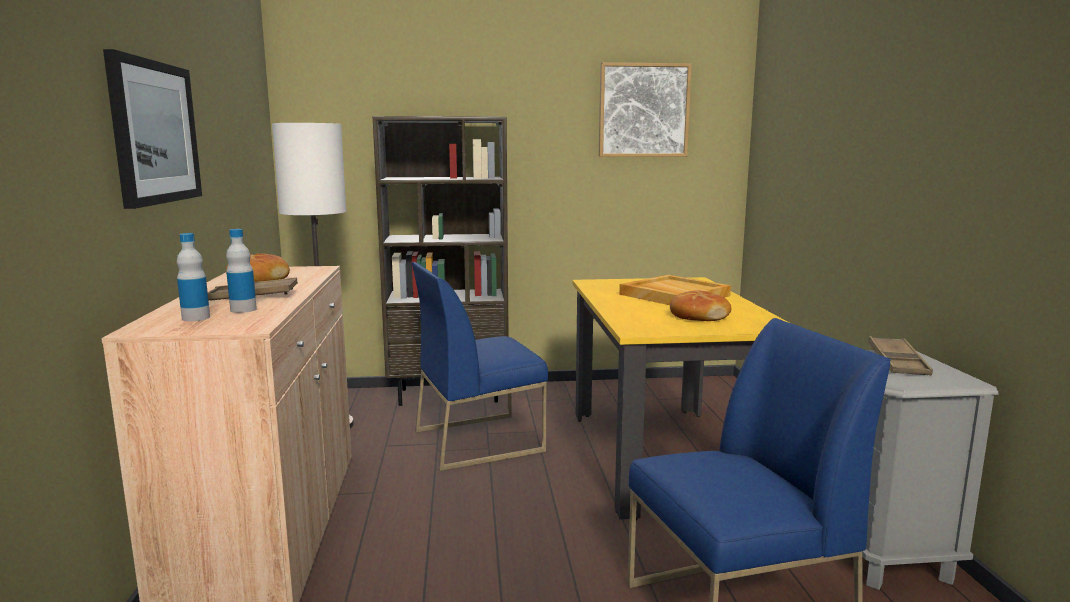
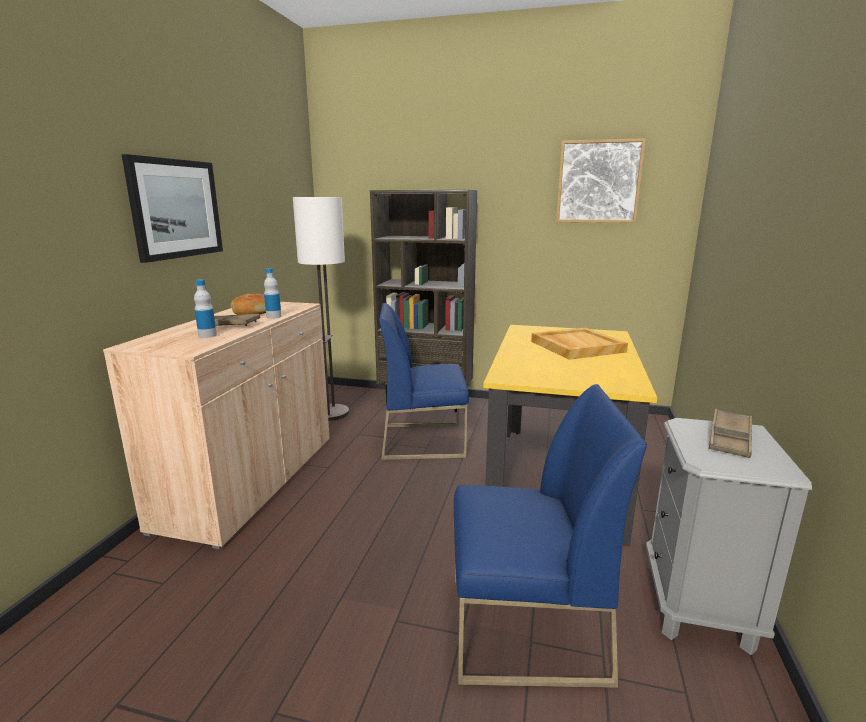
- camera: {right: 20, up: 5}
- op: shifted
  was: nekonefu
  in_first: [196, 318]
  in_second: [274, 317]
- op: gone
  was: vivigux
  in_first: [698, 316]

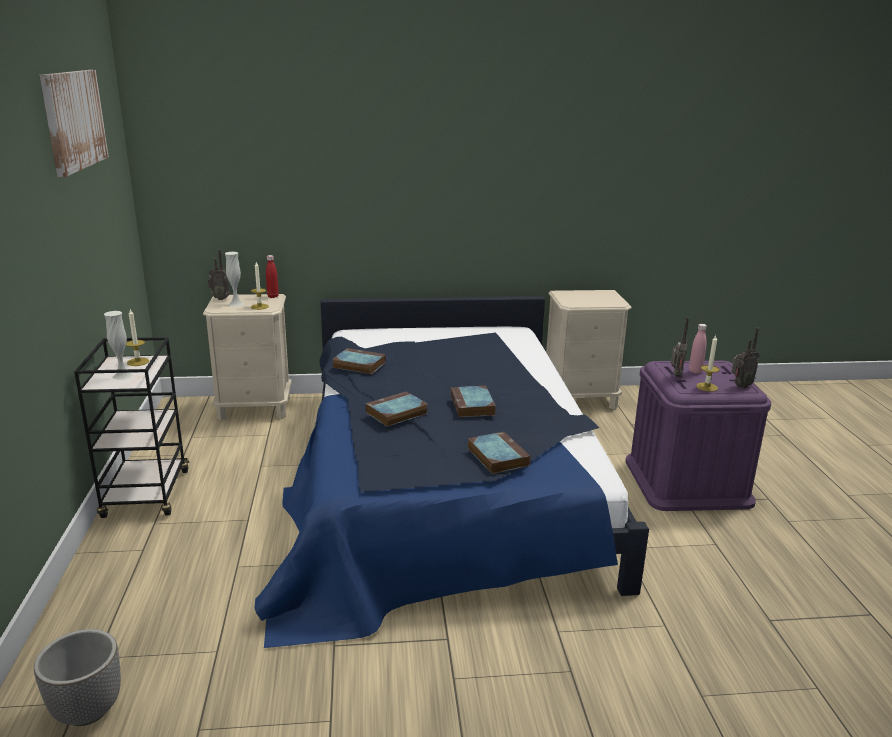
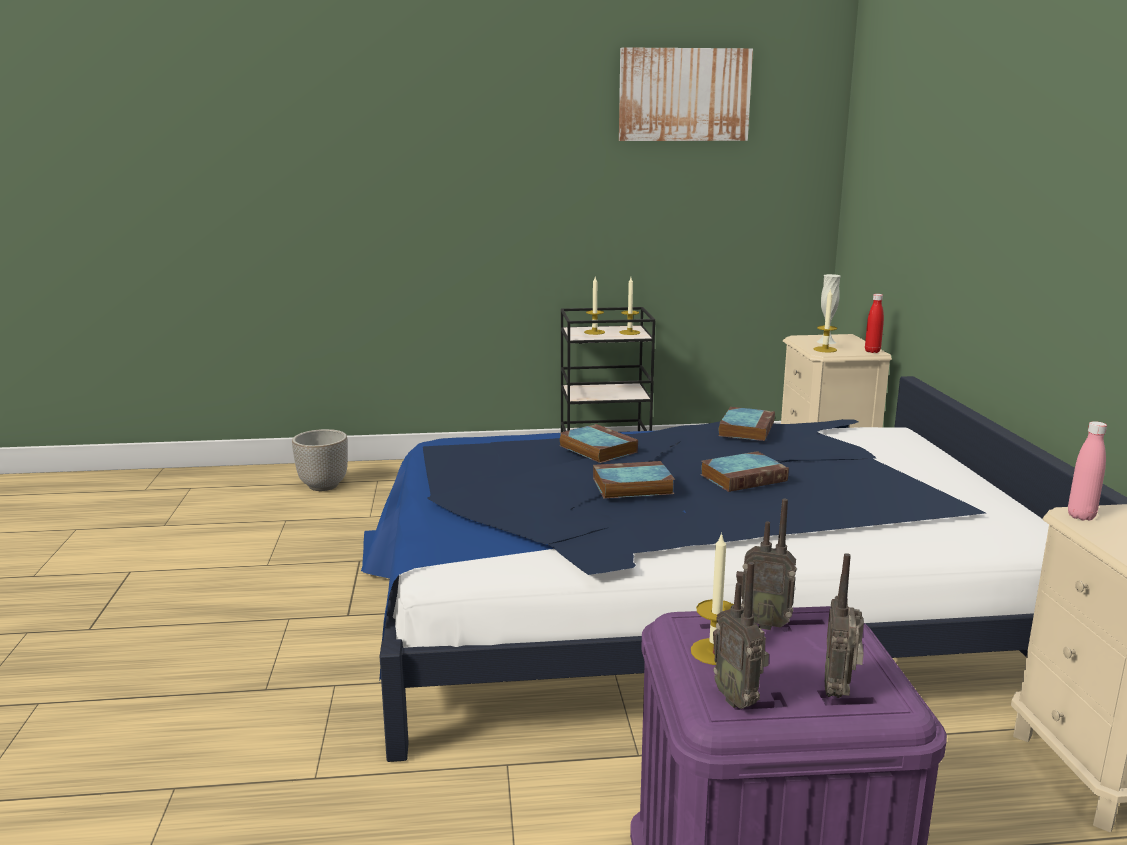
- camera: {right: 90, up: -5}
- op: swapped
  was: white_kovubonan
  now: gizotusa
  in_first: [122, 376]
  in_second: [594, 332]
- op: shifted
  was: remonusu
  in_first: [221, 298]
  in_second: [839, 691]
- op: shifted
  was: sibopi
  in_first: [496, 456]
  in_second: [744, 477]
- op: shifted
  was: pink_nekonefu
  in_first: [695, 371]
  in_second: [1081, 516]

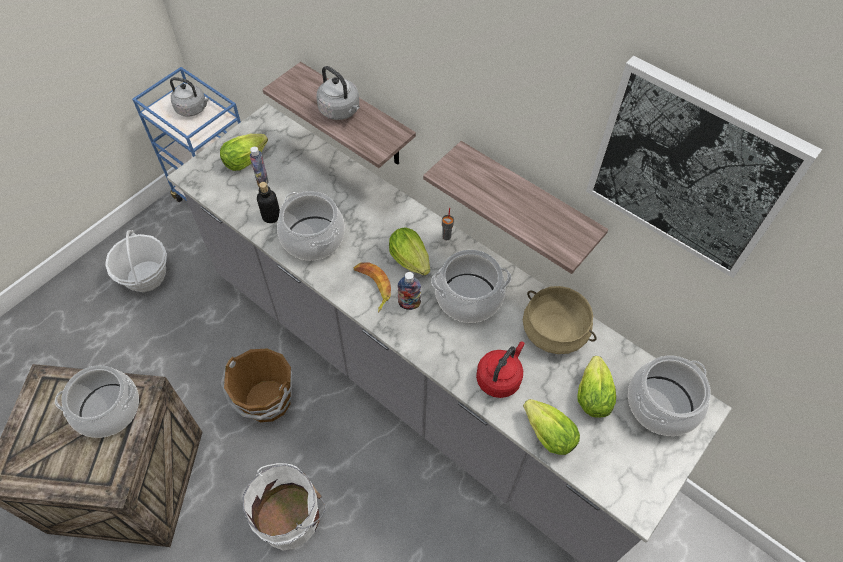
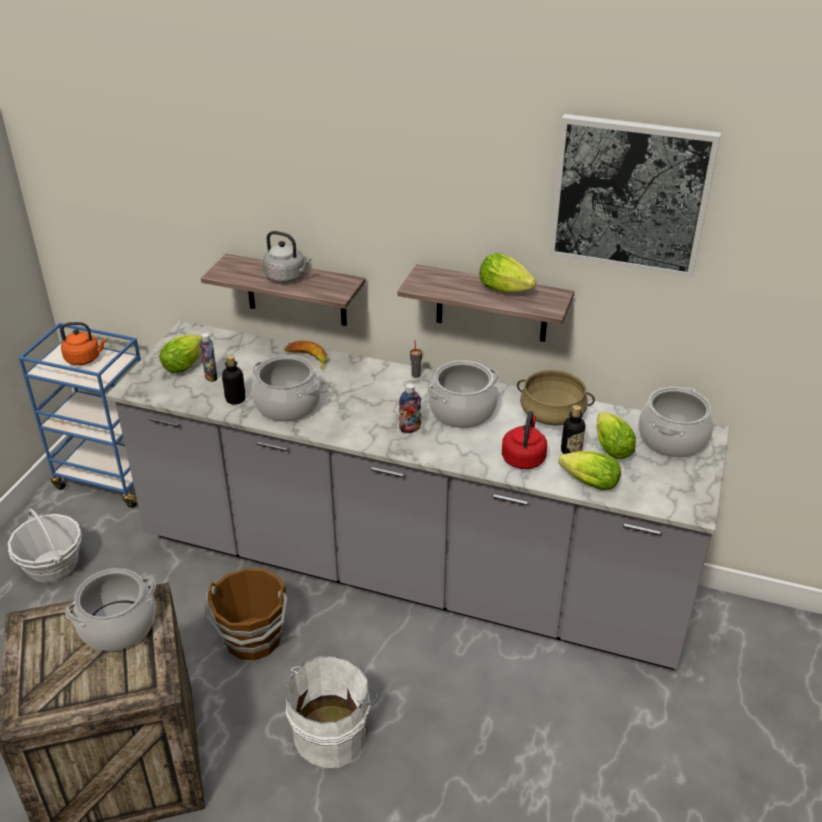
- camera: {right: -20, up: -20}
- op: repainted
  was: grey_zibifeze
  now: orange_zibifeze
  in_first: [193, 109]
  in_second: [85, 359]
- op: shifted
  was: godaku
  in_first: [372, 287]
  in_second: [307, 359]
- op: shifted
  was: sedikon
  in_first: [412, 262]
  in_second: [507, 291]
- op: new
  now: nekonefu
  in_second: [571, 451]

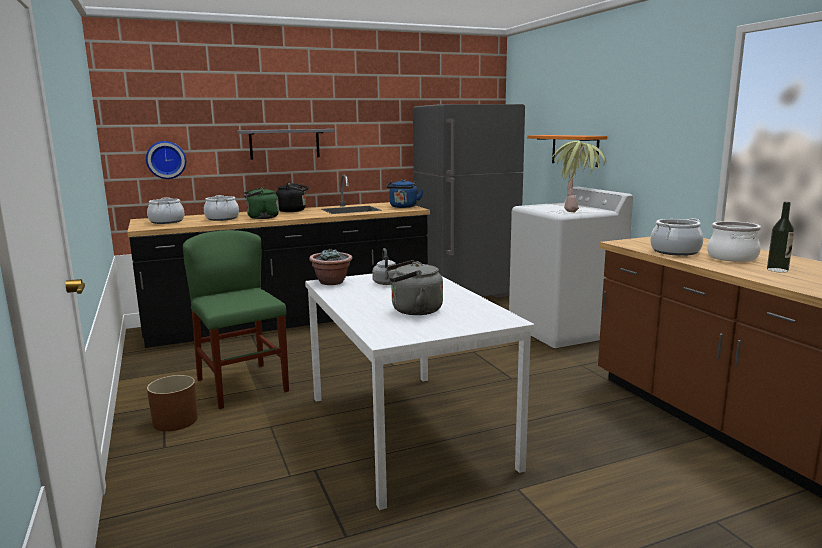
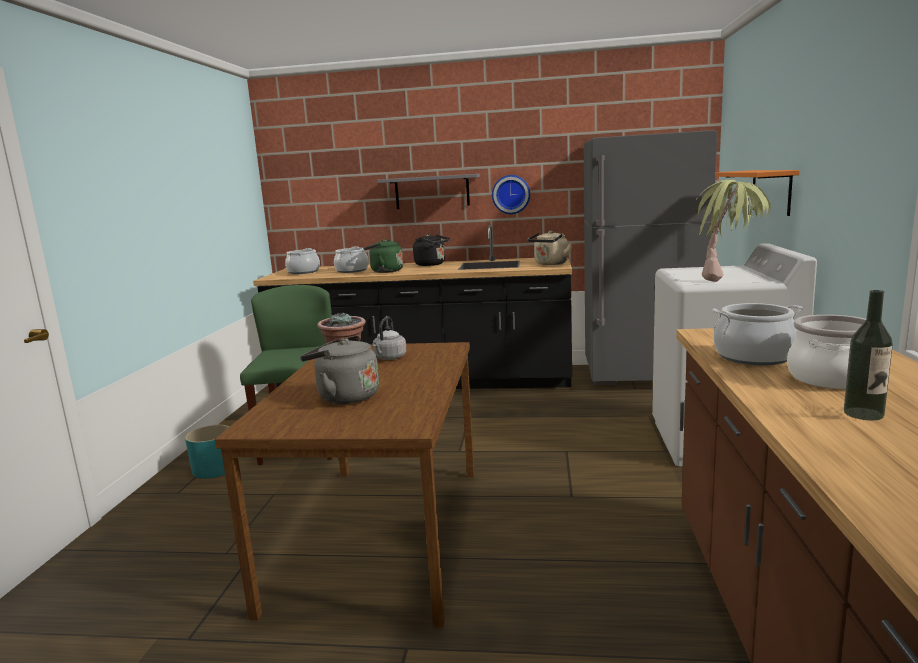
- camera: {right: 30, up: 0}
- op: shifted
  was: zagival
  in_first: [166, 160]
  in_second: [511, 194]
- op: repainted
  was: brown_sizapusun
  now: turquoise_sizapusun
  in_first: [175, 421]
  in_second: [214, 469]
- op: repainted
  was: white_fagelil
  now: brown_fagelil
  in_first: [409, 431]
  in_second: [383, 534]
- op: repainted
  was: blue_zibifeze
  now: beige_zibifeze
  in_first: [403, 207]
  in_second: [550, 264]

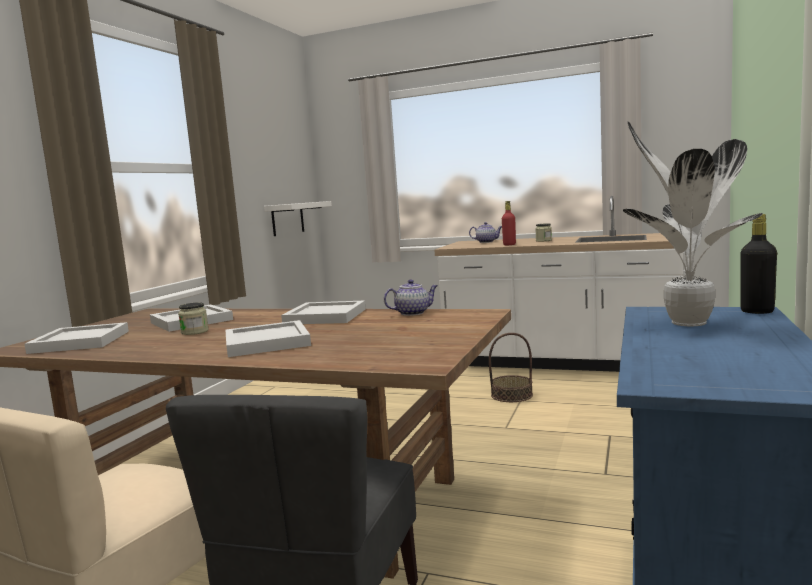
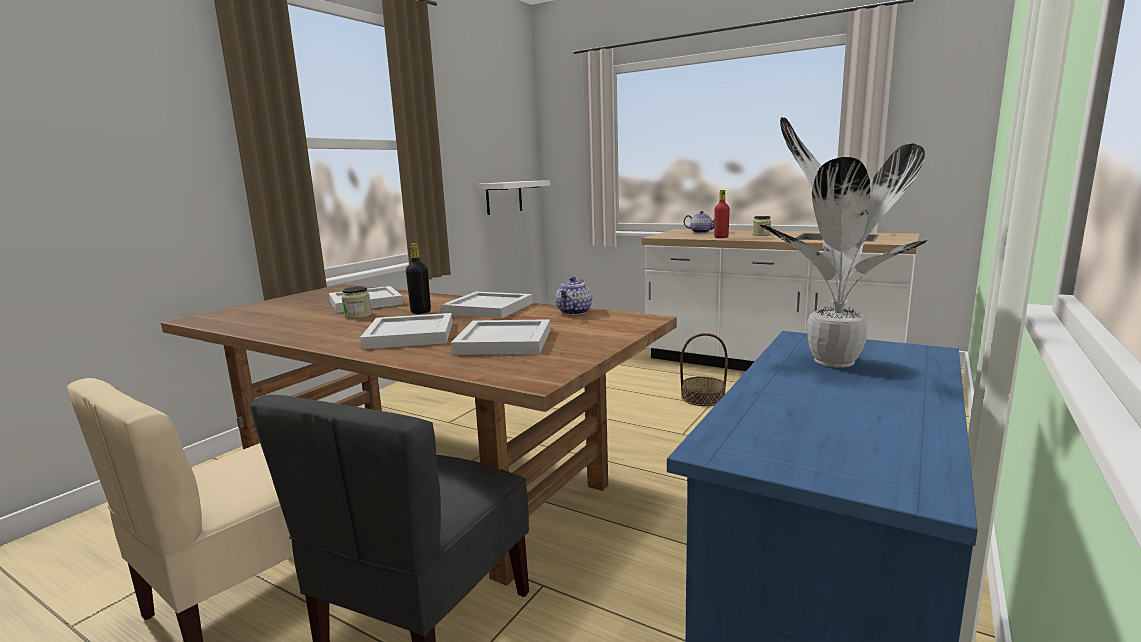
- camera: {right: 10, up: 5}
- op: shifted
  was: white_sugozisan
  in_first: [82, 341]
  in_second: [505, 341]
- op: rotated
  was: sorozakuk
  in_first: [413, 313]
  in_second: [574, 312]
  clockwise: 120
- op: shifted
  was: black_nekonefu
  in_first: [757, 311]
  in_second: [420, 312]

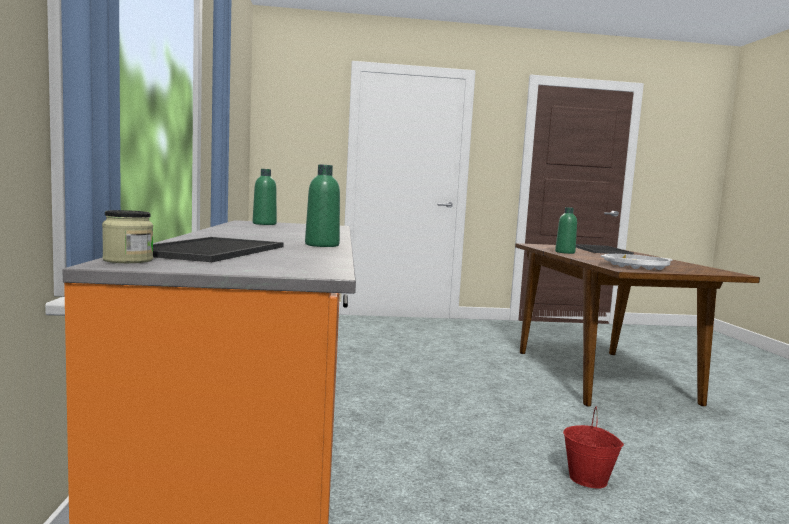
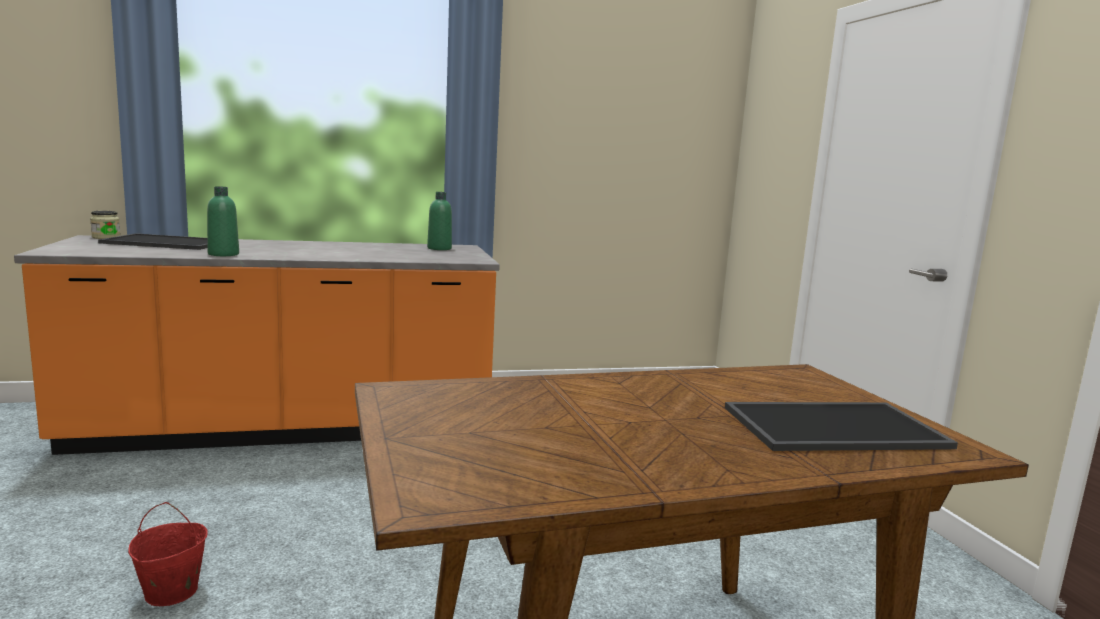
- camera: {right: 80, up: 5}
- op: gone
  was: green_nekonefu
  in_first: [565, 252]
- op: gone
  was: white_sugozisan
  in_first: [635, 266]

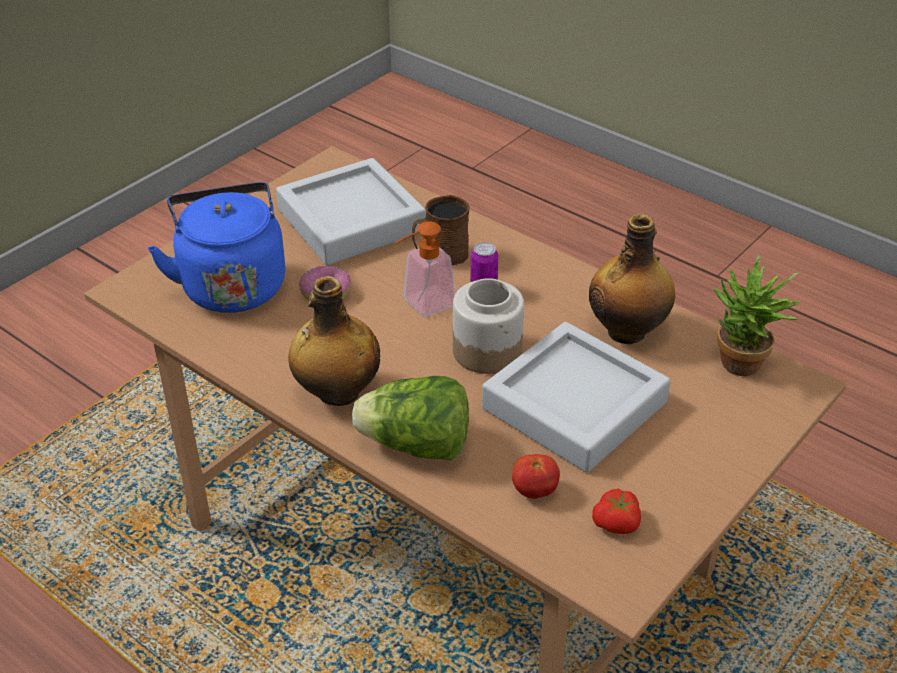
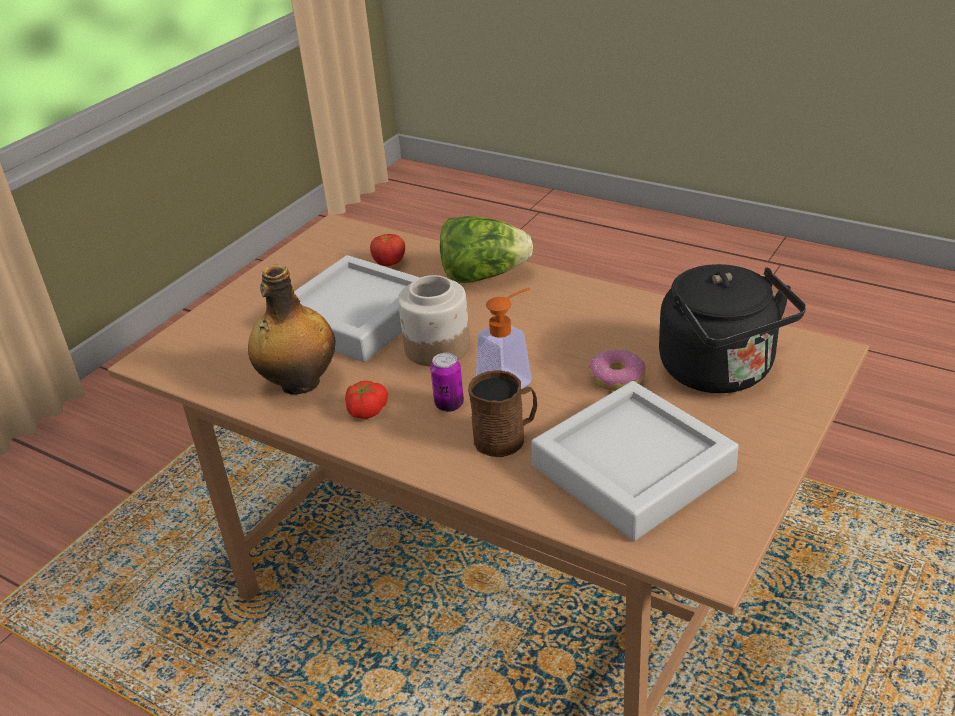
- camera: {right: 175, up: -5}
- op: repainted
  was: blue_zibifeze
  now: black_zibifeze
  in_first: [232, 284]
  in_second: [722, 373]
- op: gone
  was: nekonefu
  in_first: [337, 393]
- op: shifted
  was: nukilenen
  in_first: [617, 524]
  in_second: [366, 410]
- op: gone
  was: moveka
  in_first: [740, 369]

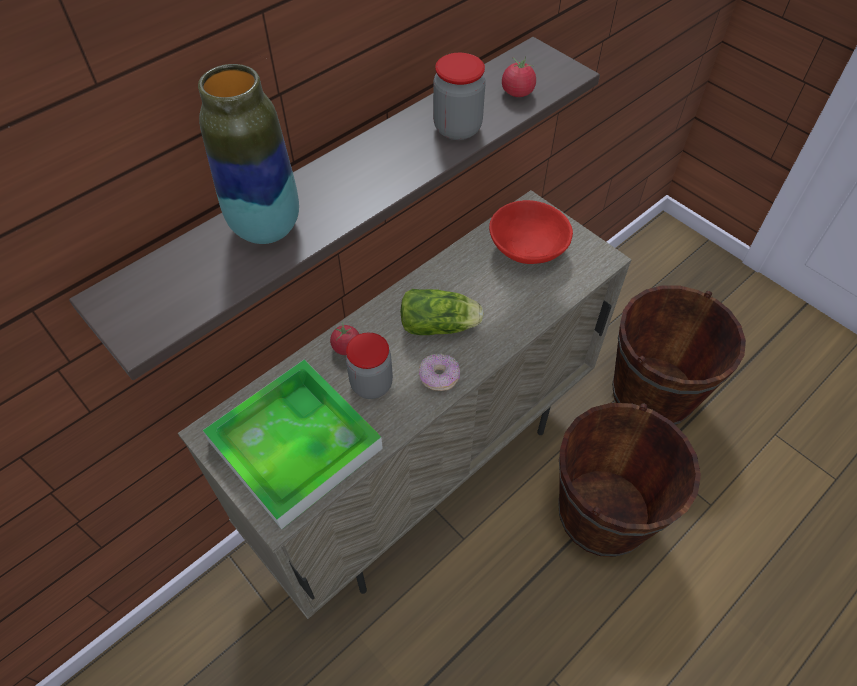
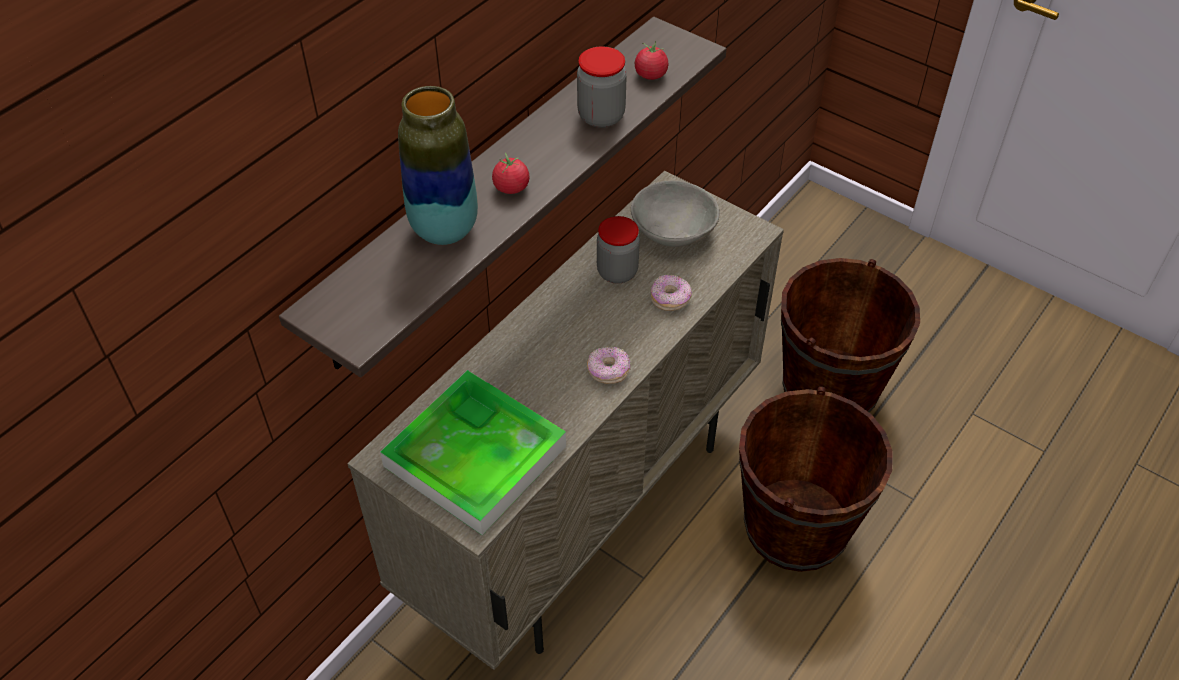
- camera: {right: -10, up: -5}
- op: shifted
  was: nukilenen
  in_first: [346, 347]
  in_second: [511, 188]
- op: shifted
  was: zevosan
  in_first: [371, 384]
  in_second: [617, 272]
- op: gone
  was: sedikon
  in_first: [441, 326]
- op: repainted
  was: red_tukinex
  now: grey_tukinex
  in_first: [527, 249]
  in_second: [673, 232]
- op: new
  now: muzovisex
  in_second: [670, 299]

